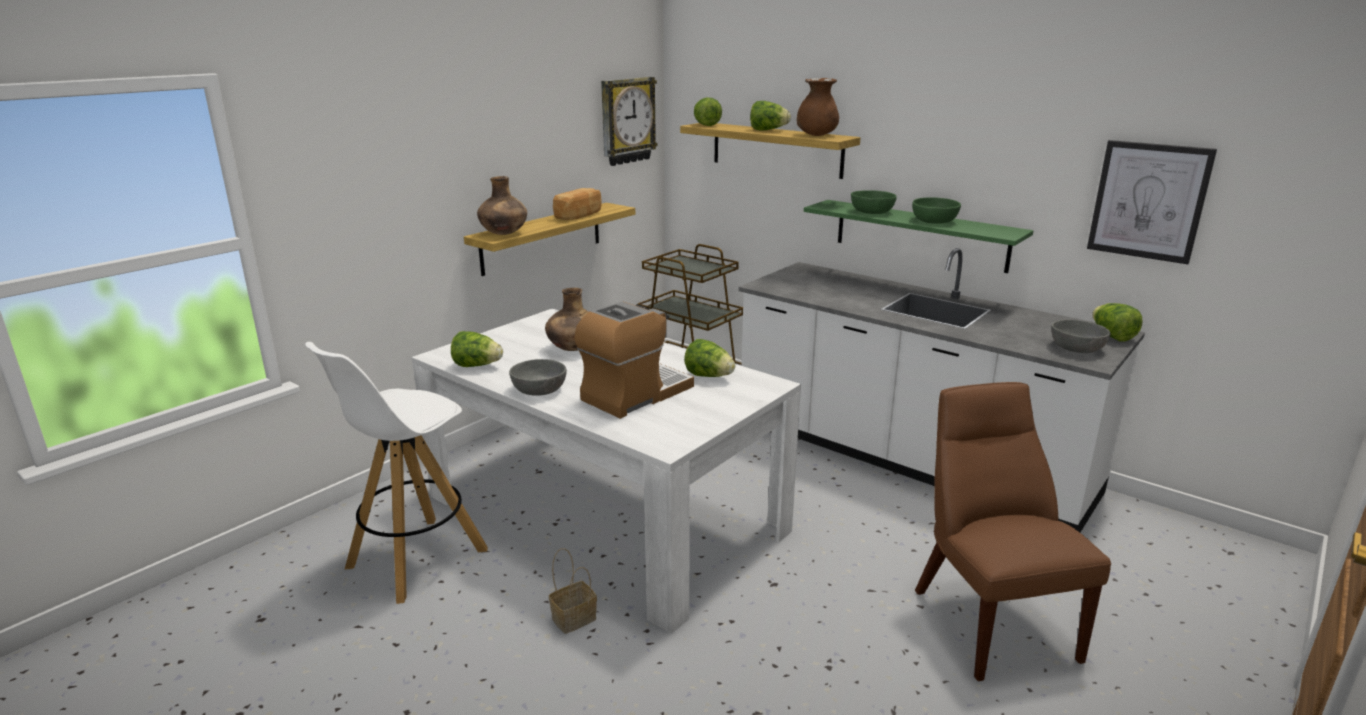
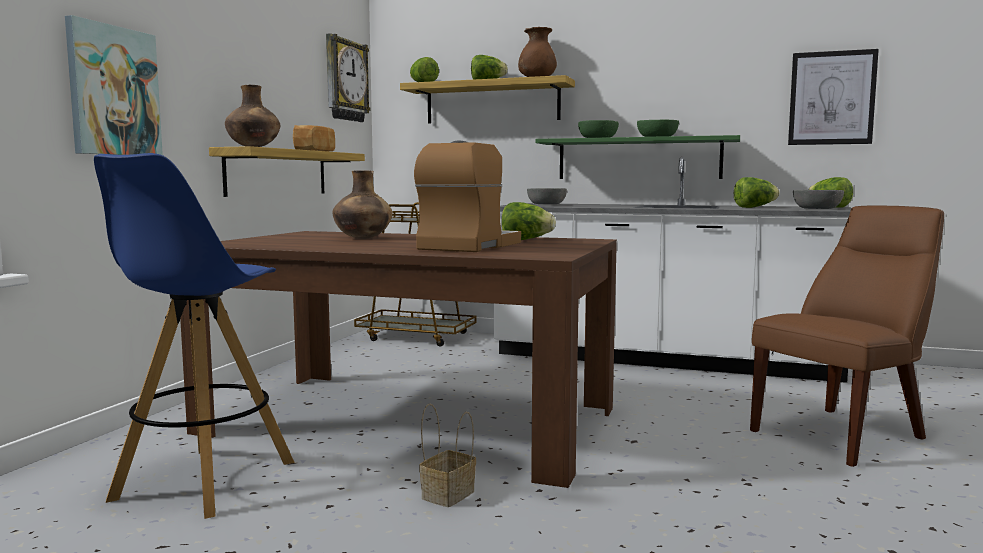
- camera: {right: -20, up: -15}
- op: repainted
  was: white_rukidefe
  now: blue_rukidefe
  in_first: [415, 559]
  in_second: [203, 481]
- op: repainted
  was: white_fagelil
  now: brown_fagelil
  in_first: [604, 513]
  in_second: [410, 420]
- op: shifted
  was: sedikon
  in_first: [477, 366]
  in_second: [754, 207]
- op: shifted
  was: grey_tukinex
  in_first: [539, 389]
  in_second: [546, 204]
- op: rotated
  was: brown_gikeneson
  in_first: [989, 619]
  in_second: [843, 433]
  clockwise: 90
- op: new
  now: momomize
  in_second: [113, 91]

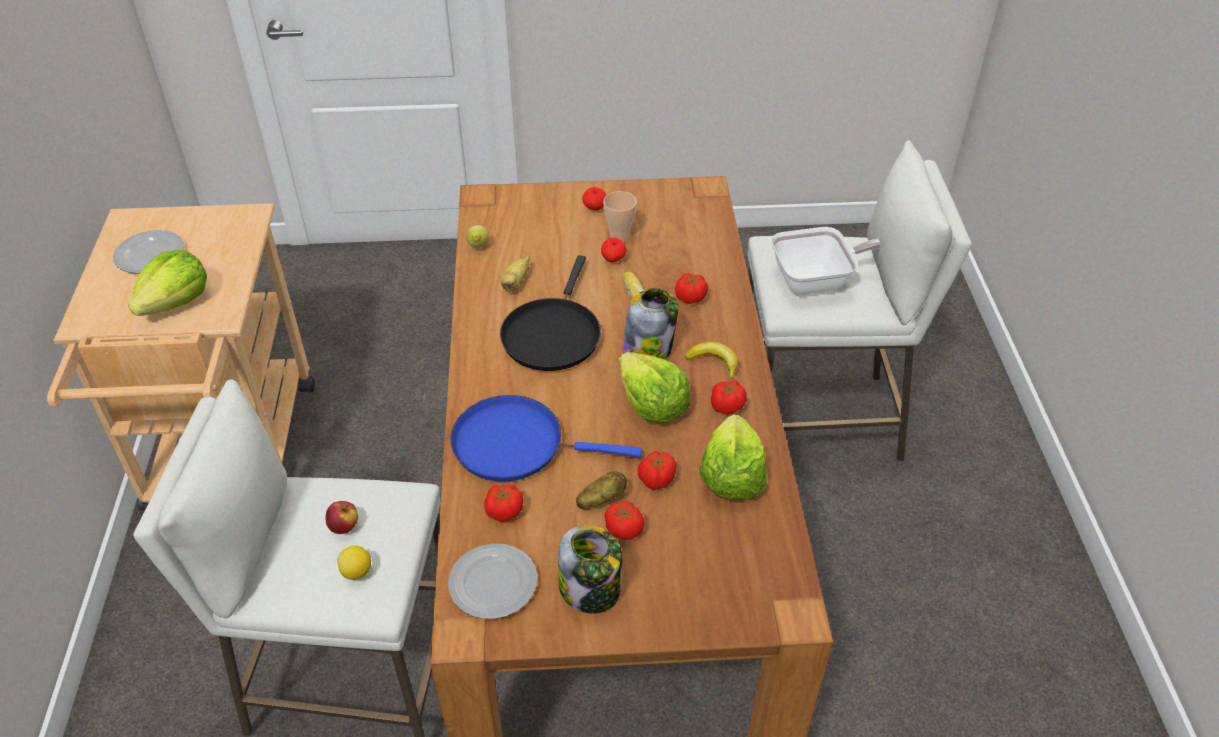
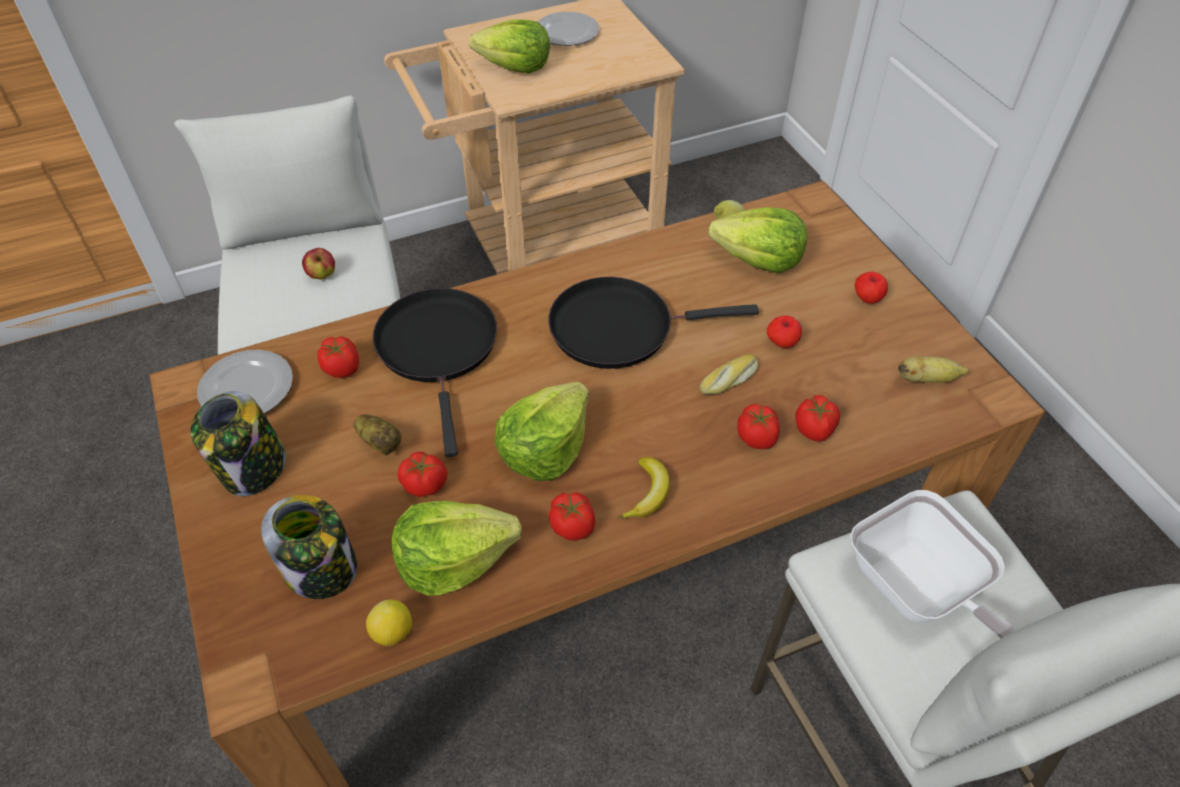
- camera: {right: 70, up: 5}
- op: shifted
  was: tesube
  in_first: [357, 572]
  in_second: [392, 632]
- op: repainted
  was: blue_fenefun
  now: black_fenefun
  in_first: [516, 444]
  in_second: [438, 349]
- op: shifted
  was: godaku
  in_first: [515, 283]
  in_second: [926, 380]
- op: gone
  was: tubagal
  in_first: [619, 235]
- op: shifted
  was: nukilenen
  in_first: [624, 530]
  in_second: [814, 429]
- op: shifted
  was: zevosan
  in_first: [648, 349]
  in_second: [322, 569]
- op: new
  now: sedikon
  in_second: [758, 260]

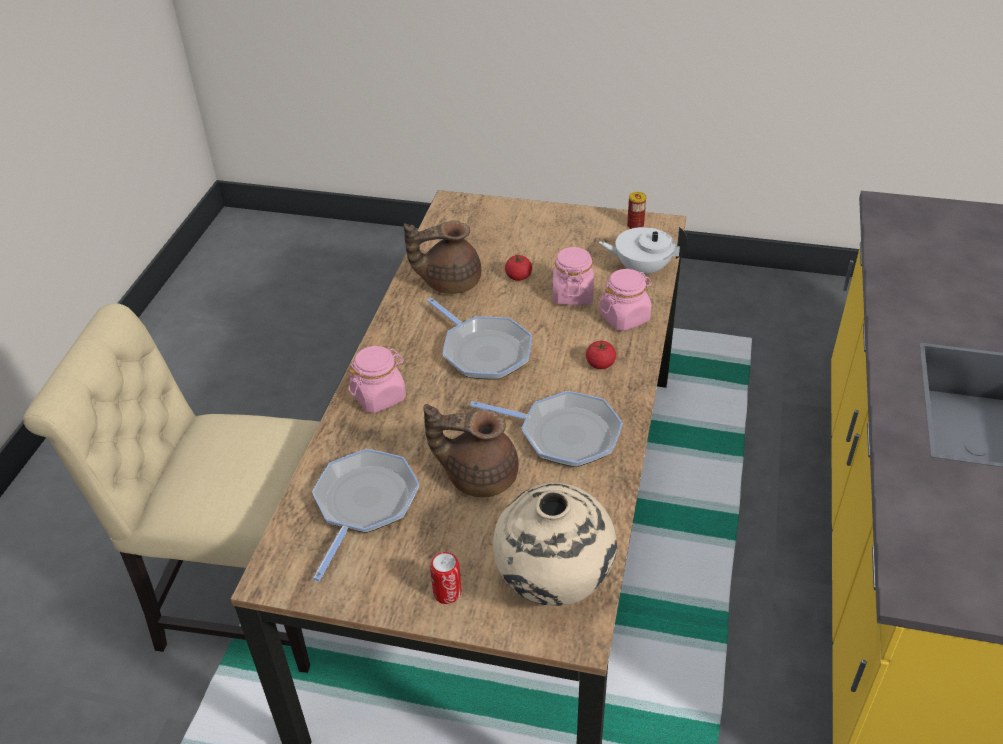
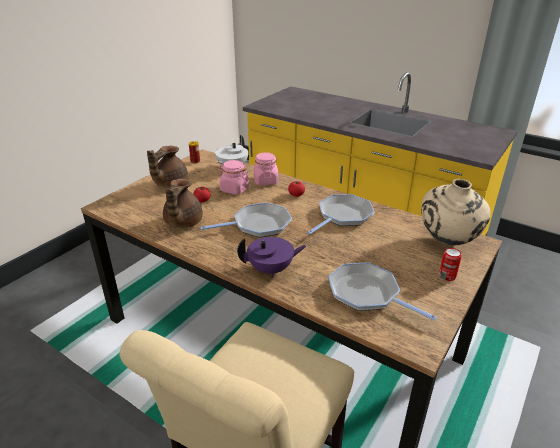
- camera: {right: -70, up: -10}
- op: swapped
  was: pink_zevosan
  now: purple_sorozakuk
  in_first: [379, 396]
  in_second: [271, 270]
- op: shifted
  was: brown_sorozakuk
  in_first: [478, 475]
  in_second: [170, 184]

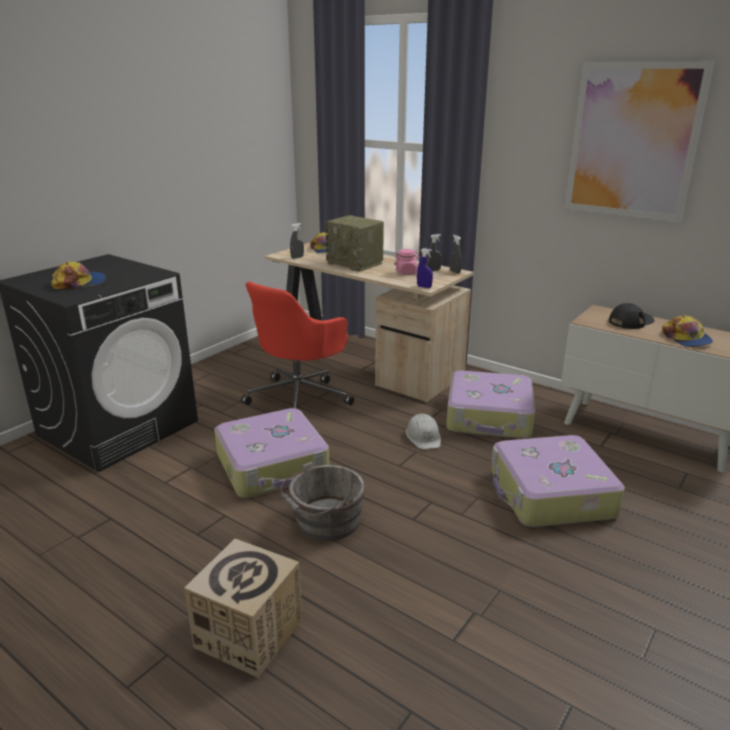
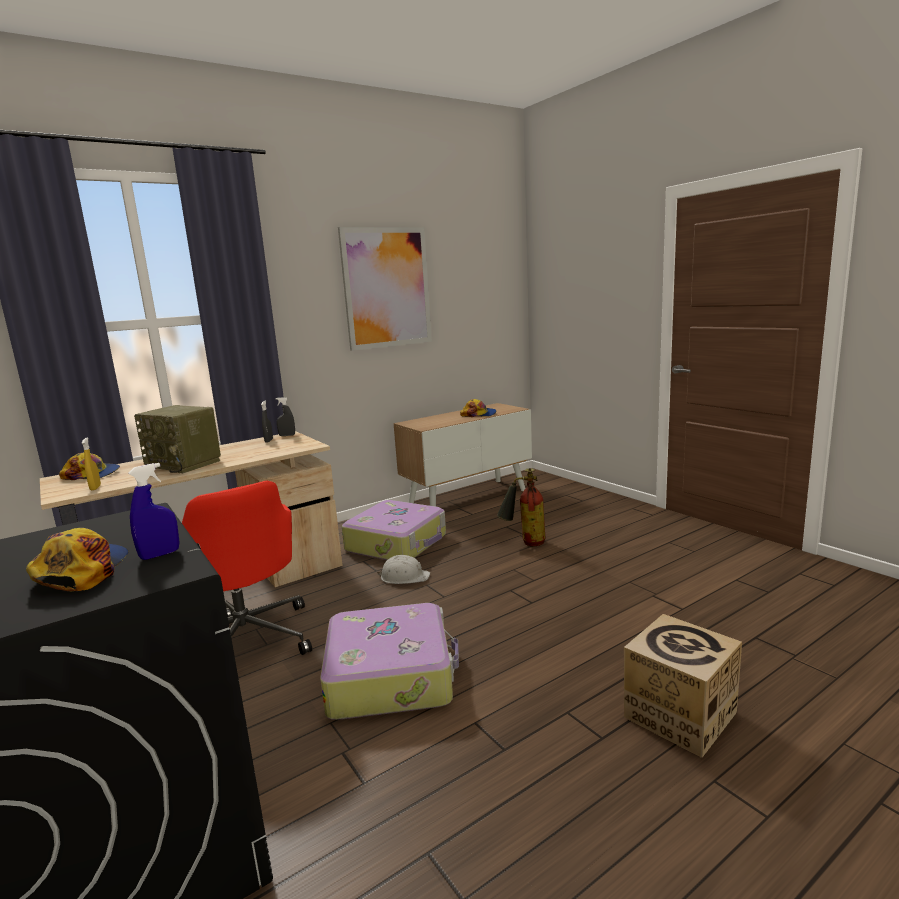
- camera: {right: -70, up: -10}
- op: gone
  was: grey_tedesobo
  in_first: [324, 521]
- op: repainted
  was: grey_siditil
  now: yellow_siditil
  in_first: [297, 257]
  in_second: [95, 488]
- op: rotated
  was: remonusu
  in_first: [356, 263]
  in_second: [185, 464]
  clockwise: 60
- op: gone
  was: pink_zevosan
  in_first: [406, 273]
- op: shifted
  was: blue_siditil
  in_first: [424, 287]
  in_second: [160, 555]
- op: swapped
  was: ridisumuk
  now: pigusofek
  in_first: [550, 495]
  in_second: [524, 543]
- op: gone
  was: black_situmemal
  in_first: [631, 321]

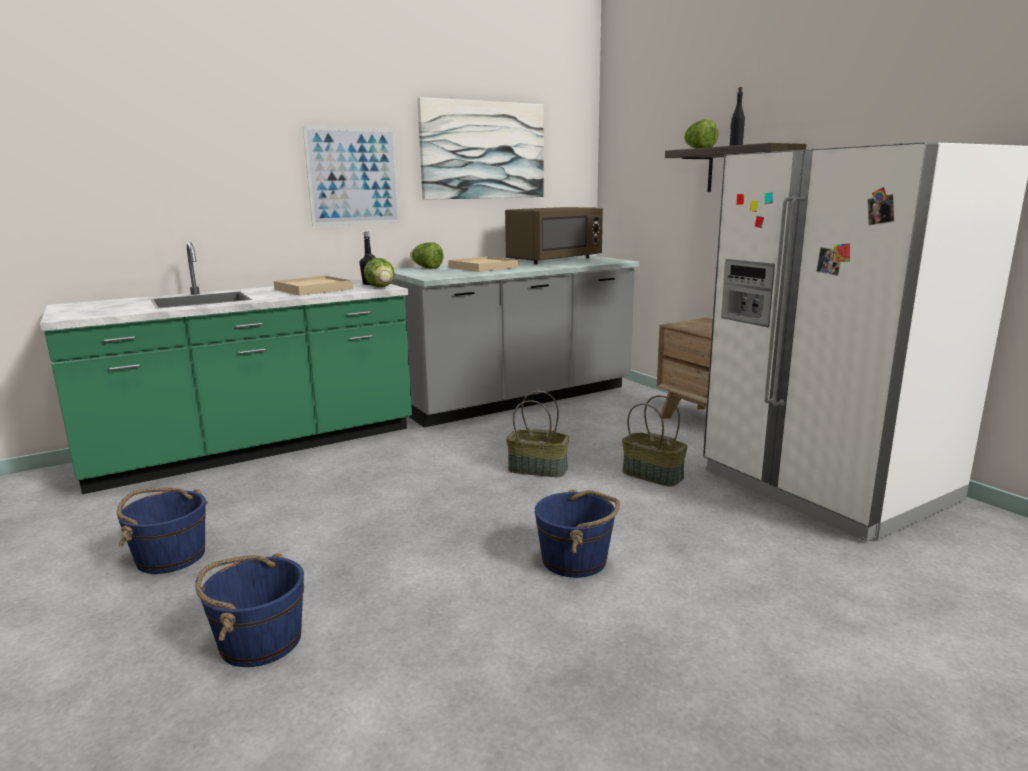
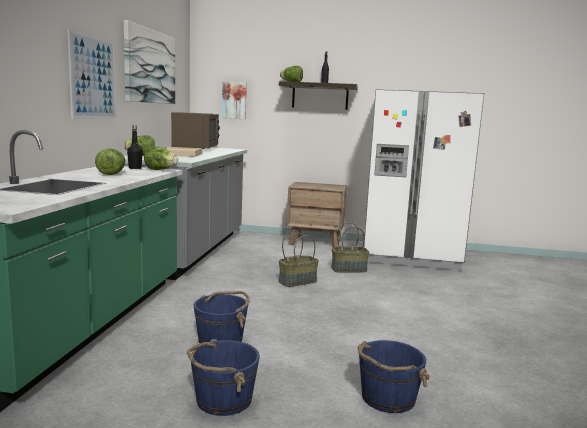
- camera: {right: -50, up: -5}
- op: swapped
  was: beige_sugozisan
  now: sedikon
  in_first: [313, 289]
  in_second: [112, 173]
- op: shifted
  was: blue_tedesobo
  in_first: [576, 560]
  in_second: [221, 339]
- op: new
  now: momomize
  in_second: [234, 100]

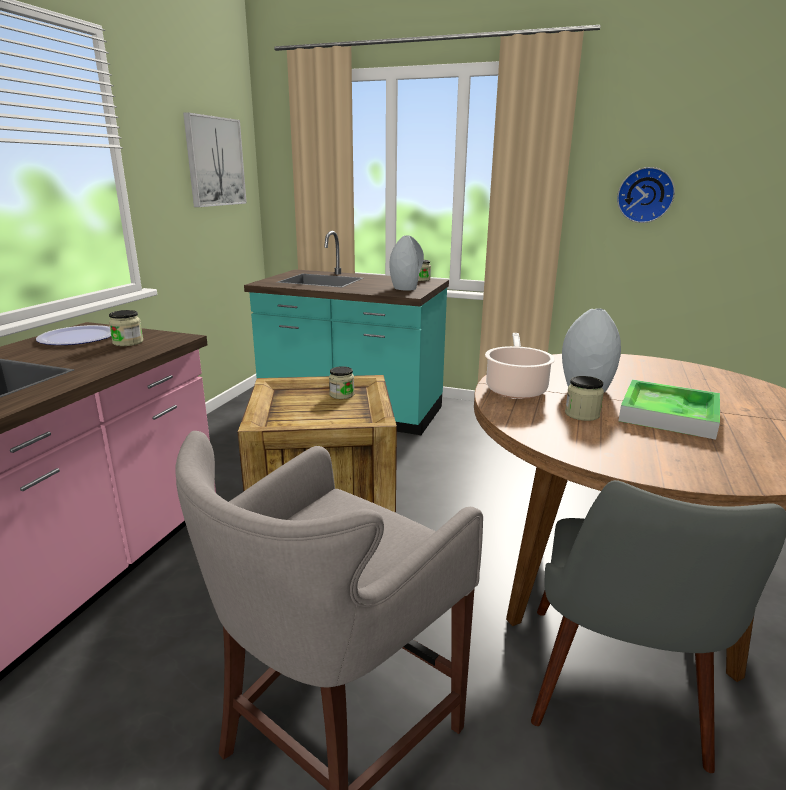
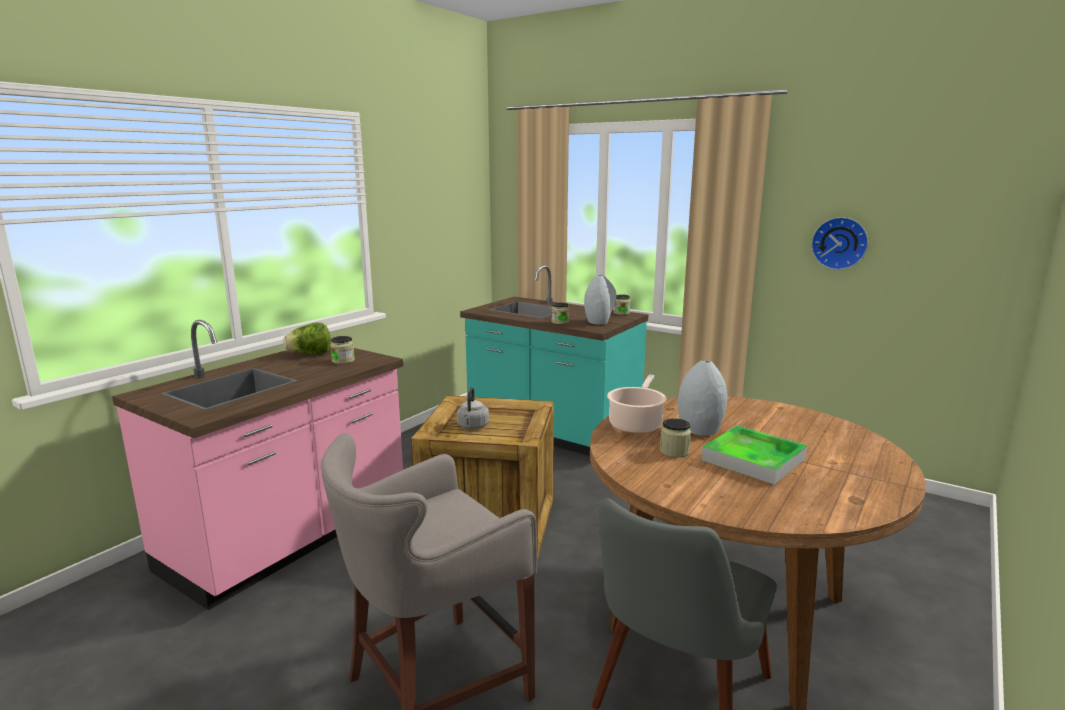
- camera: {right: 15, up: -5}
- op: swapped
  was: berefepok
  now: sedikon
  in_first: [78, 337]
  in_second: [310, 354]
- op: gone
  was: momomize
  in_first: [215, 162]
- op: shifted
  was: zevosan
  in_first: [341, 395]
  in_second: [560, 322]
- op: new
  now: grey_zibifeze
  in_second: [472, 427]

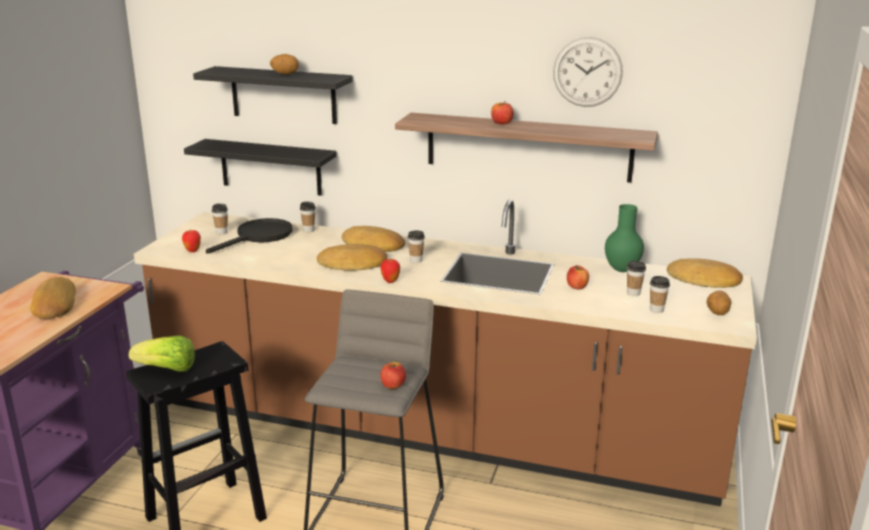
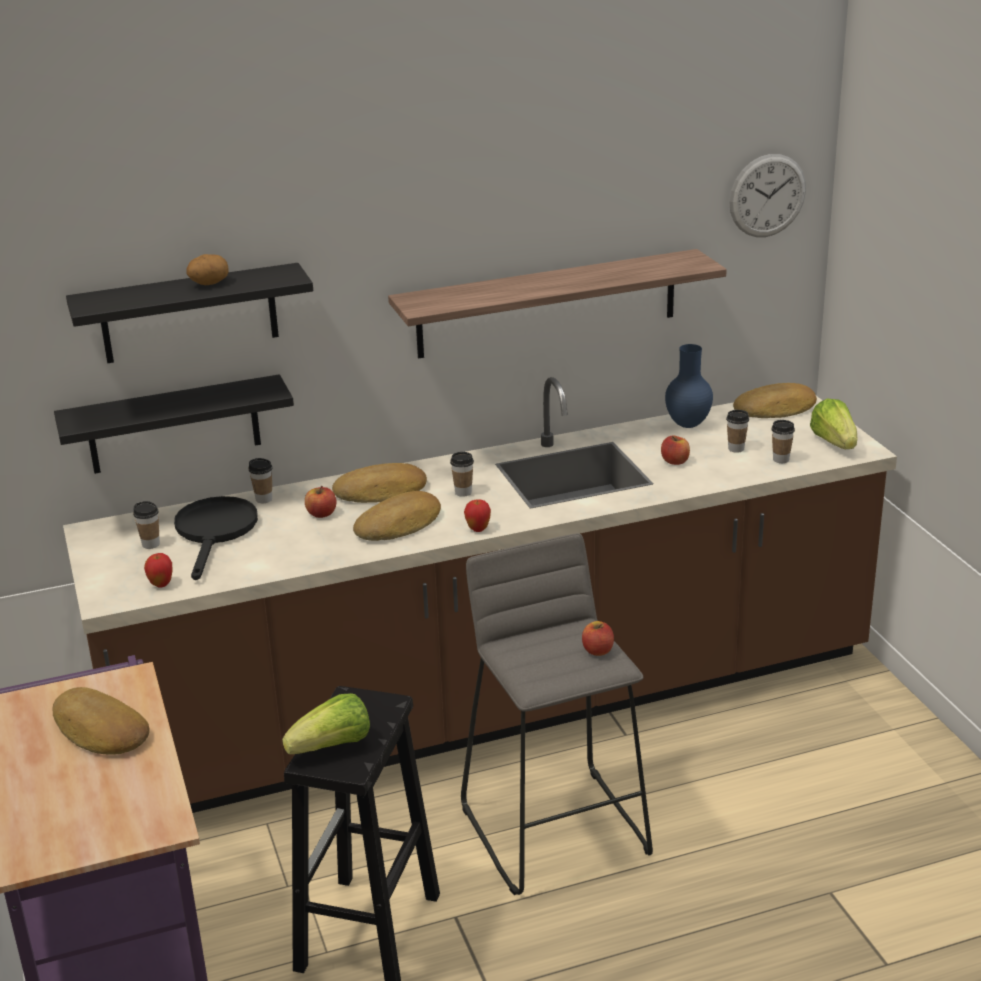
- camera: {right: -35, up: 5}
- op: shifted
  was: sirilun
  in_first: [501, 123]
  in_second: [321, 514]
- op: shifted
  was: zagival
  in_first: [587, 72]
  in_second: [767, 195]
- op: repainted
  was: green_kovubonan
  now: blue_kovubonan
  in_first: [621, 269]
  in_second: [687, 424]
- op: swapped
  was: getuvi
  now: sedikon
  in_first: [717, 313]
  in_second: [834, 443]

